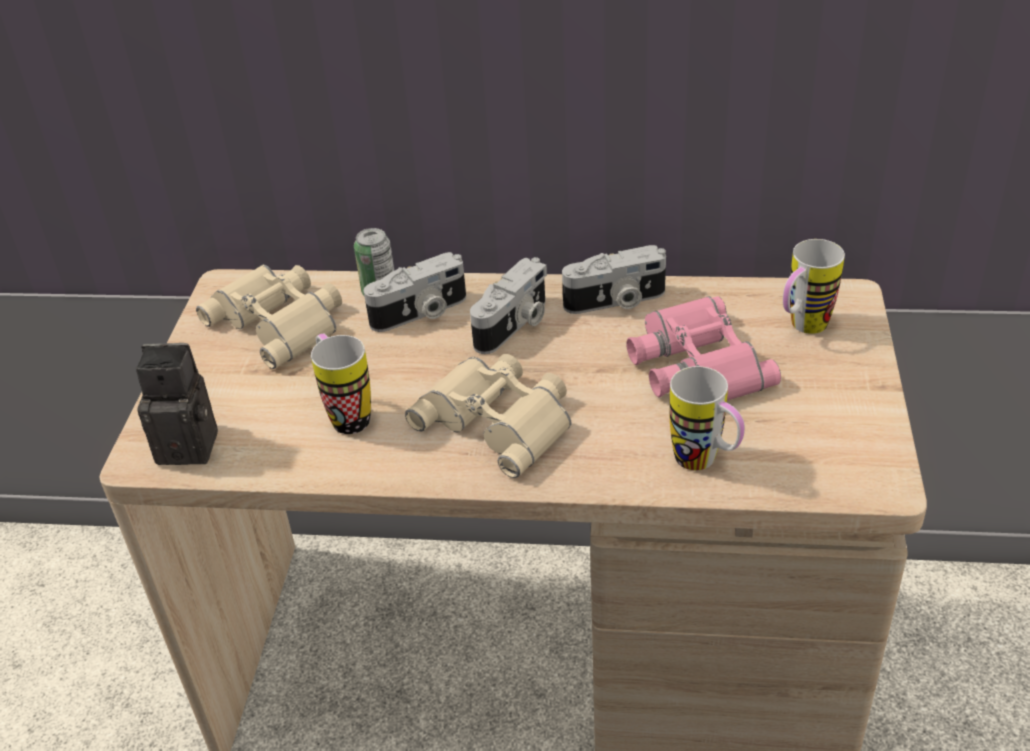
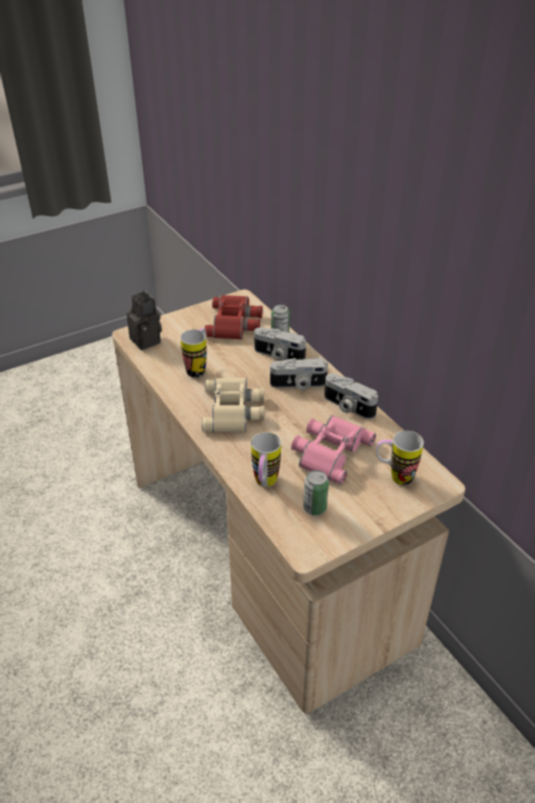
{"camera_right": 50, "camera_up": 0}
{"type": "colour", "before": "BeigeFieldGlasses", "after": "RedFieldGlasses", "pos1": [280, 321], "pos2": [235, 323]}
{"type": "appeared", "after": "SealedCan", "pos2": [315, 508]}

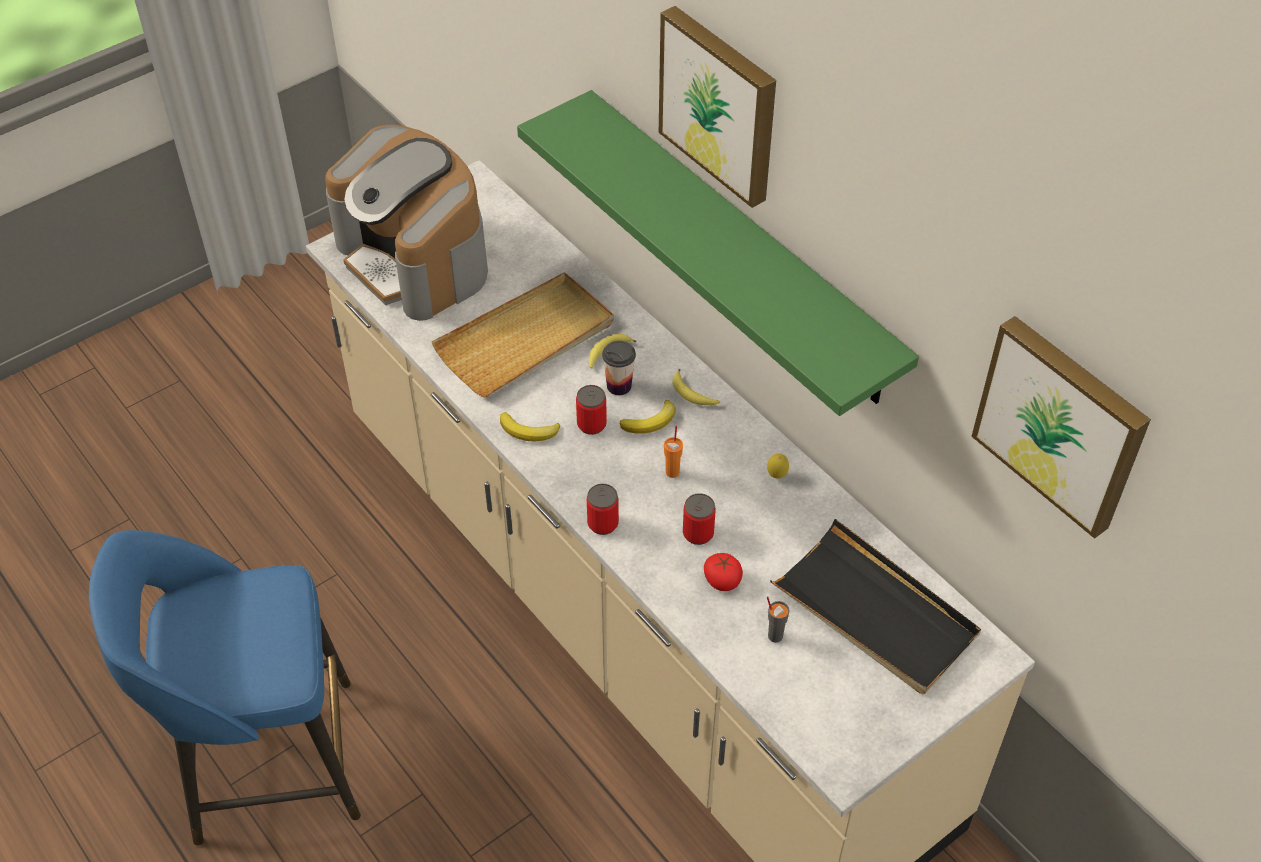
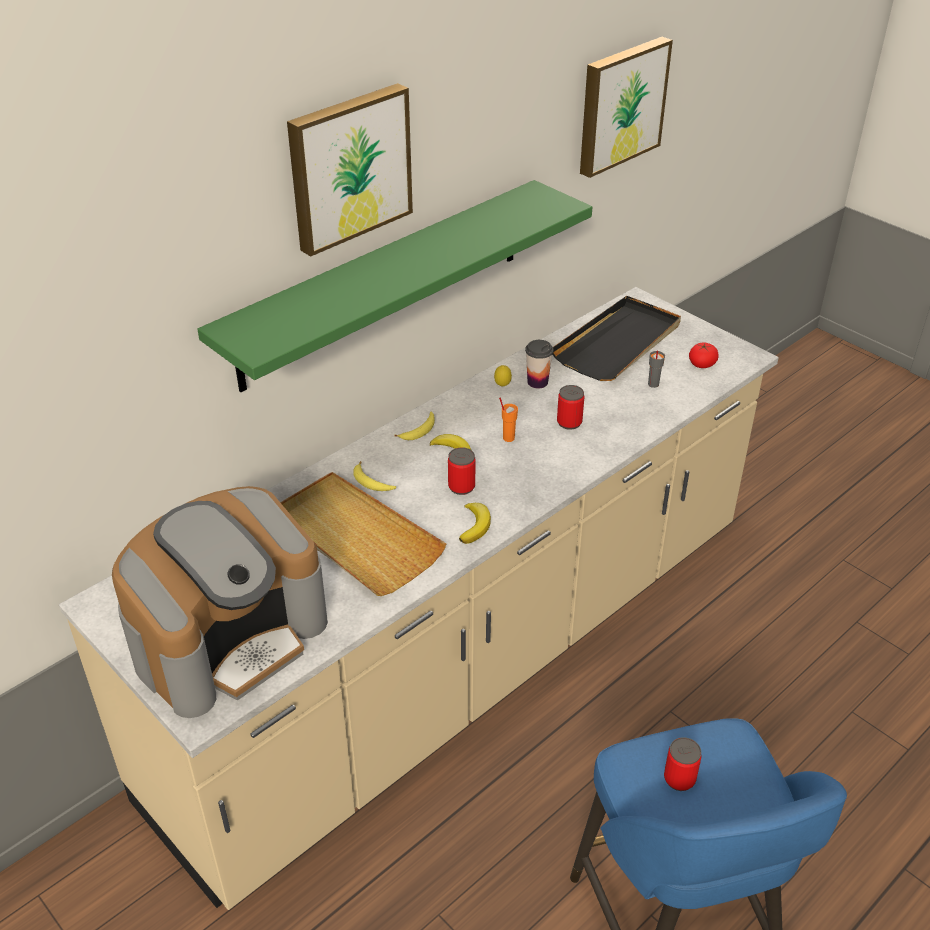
{"camera_right": -95, "camera_up": -10}
{"type": "relocated", "before": "Cup", "pos1": [619, 386], "pos2": [537, 382]}
{"type": "relocated", "before": "SealedCan", "pos1": [603, 523], "pos2": [679, 779]}
{"type": "relocated", "before": "WholeTomato", "pos1": [722, 580], "pos2": [702, 364]}

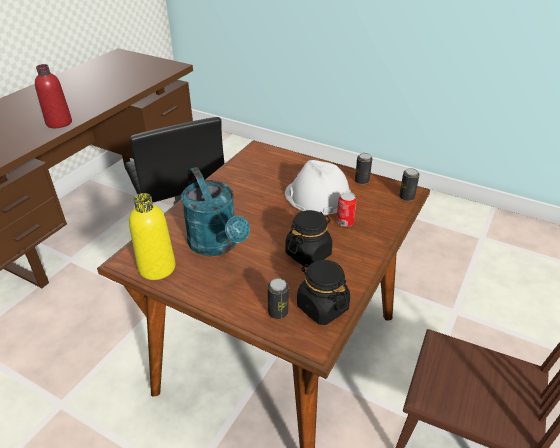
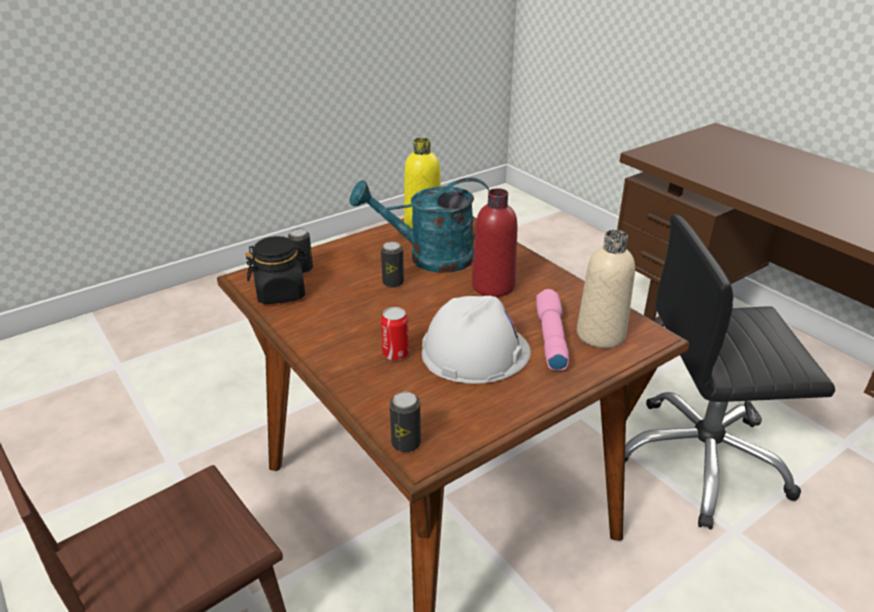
{"camera_right": 115, "camera_up": -5}
{"type": "relocated", "before": "RedBeverageBottle", "pos1": [59, 123], "pos2": [493, 286]}
{"type": "relocated", "before": "SealedCan", "pos1": [361, 181], "pos2": [393, 283]}
{"type": "missing", "before": "BlackPreserveJar", "pos1": [308, 254]}
{"type": "appeared", "after": "BeigeBeverageBottle", "pos2": [600, 335]}
{"type": "appeared", "after": "PinkishTorch", "pos2": [550, 337]}

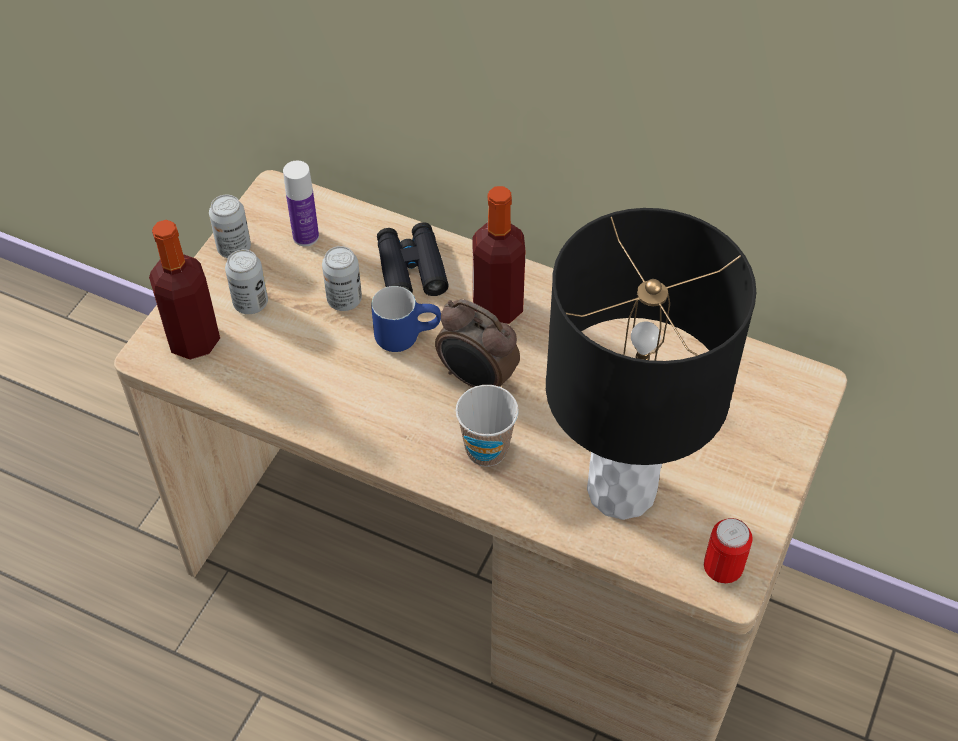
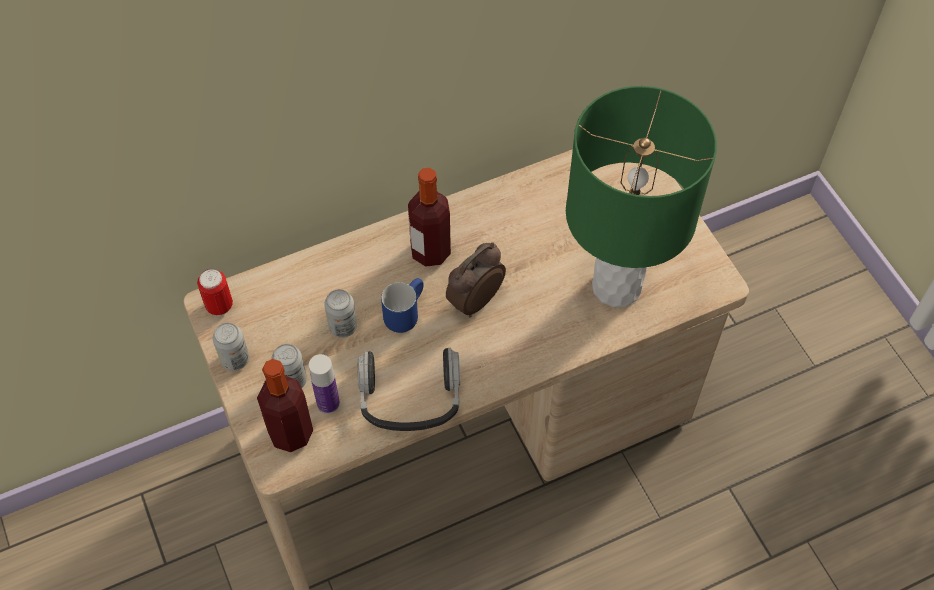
{"camera_right": -50, "camera_up": 5}
{"type": "relocated", "before": "BeverageBottle", "pos1": [306, 236], "pos2": [328, 403]}
{"type": "colour", "before": "BlackTableLamp", "after": "GreenTableLamp", "pos1": [620, 491], "pos2": [616, 287]}
{"type": "missing", "before": "BlackFieldGlasses", "pos1": [411, 268]}
{"type": "spun", "before": "BedsideClock", "pos1": [476, 380], "pos2": [474, 301], "turn": 150}
{"type": "missing", "before": "Cup", "pos1": [486, 450]}
{"type": "relocated", "before": "SealedCan", "pos1": [722, 569], "pos2": [219, 306]}
{"type": "appeared", "after": "Headset", "pos2": [410, 397]}

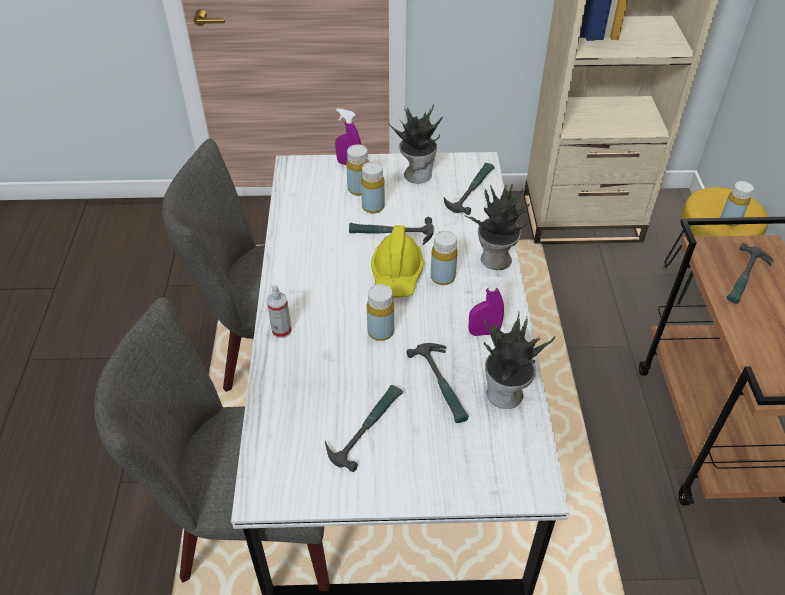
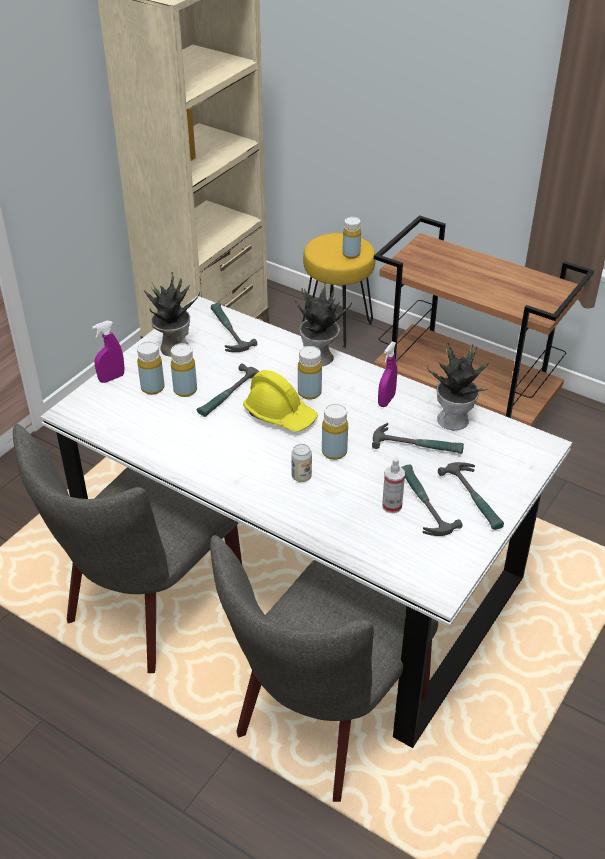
{"camera_right": -55, "camera_up": -5}
{"type": "relocated", "before": "Hammer", "pos1": [745, 278], "pos2": [475, 499]}
{"type": "relocated", "before": "Sprayer", "pos1": [281, 330], "pos2": [392, 506]}
{"type": "appeared", "after": "SealedCan", "pos2": [301, 476]}

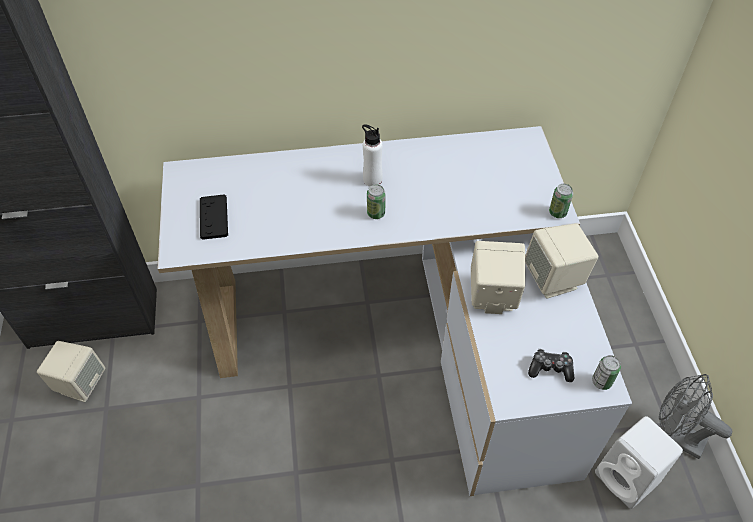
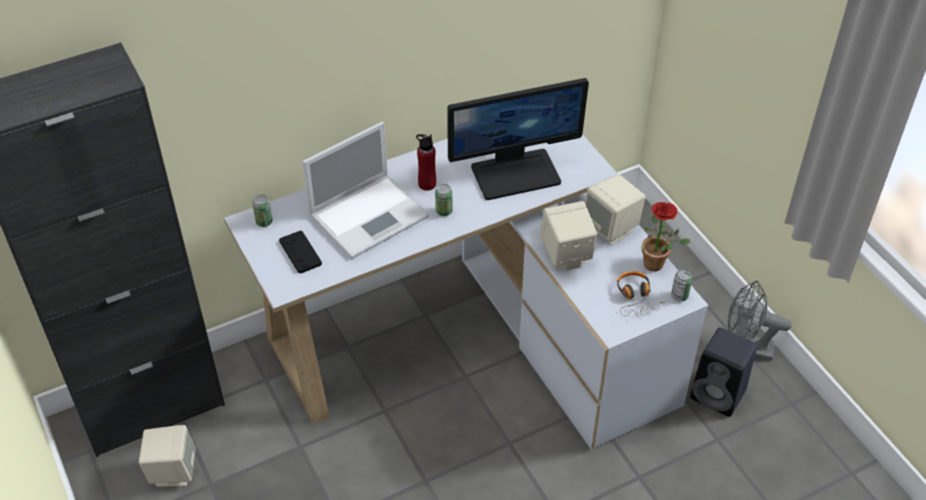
{"camera_right": -20, "camera_up": -5}
{"type": "colour", "before": "WhitishBeverageBottle", "after": "RedBeverageBottle", "pos1": [372, 180], "pos2": [427, 184]}
{"type": "relocated", "before": "SealedCan", "pos1": [557, 212], "pos2": [264, 222]}
{"type": "exchanged", "before": "Gamepad", "after": "Headset", "pos1": [550, 368], "pos2": [636, 298]}
{"type": "colour", "before": "WhitishAudioSpeaker", "after": "BlackAudioSpeaker", "pos1": [628, 479], "pos2": [719, 395]}
{"type": "appeared", "after": "ComputerScreen", "pos2": [515, 173]}
{"type": "appeared", "after": "PortableComputer", "pos2": [370, 215]}
{"type": "appeared", "after": "Houseplant", "pos2": [658, 265]}

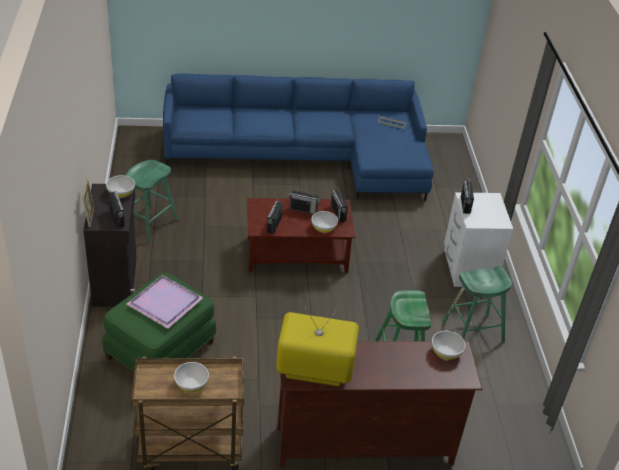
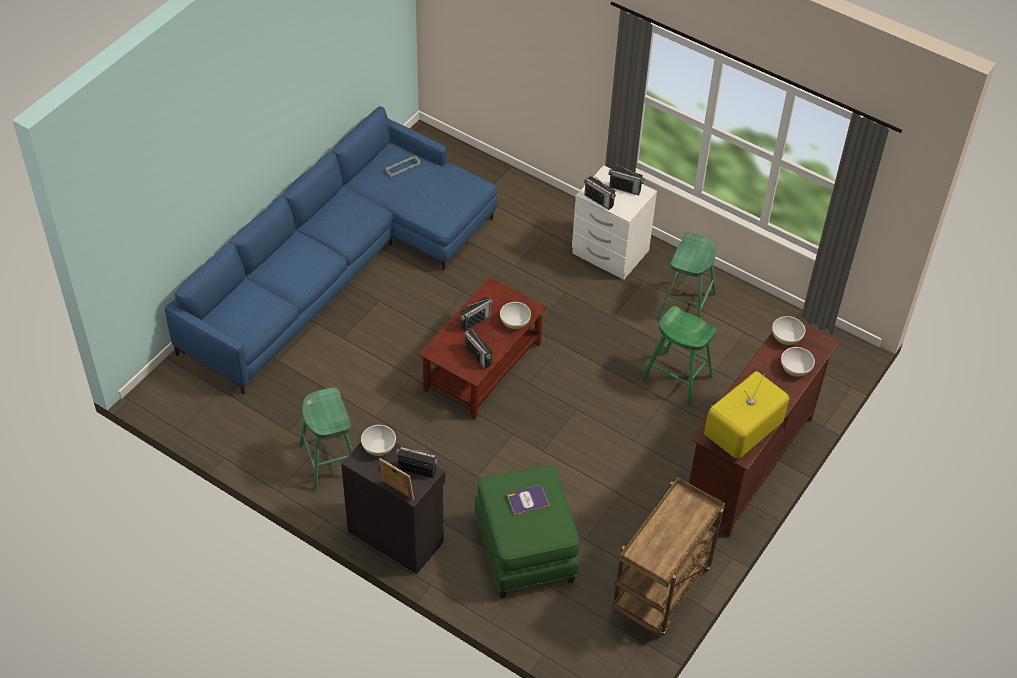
{"camera_right": -50, "camera_up": 10}
{"type": "relocated", "before": "Radio", "pos1": [338, 213], "pos2": [625, 188]}
{"type": "exchanged", "before": "PurpleCarryingTray", "after": "BoundBook", "pos1": [165, 301], "pos2": [528, 500]}
{"type": "relocated", "before": "WhitishBowl", "pos1": [191, 384], "pos2": [795, 368]}

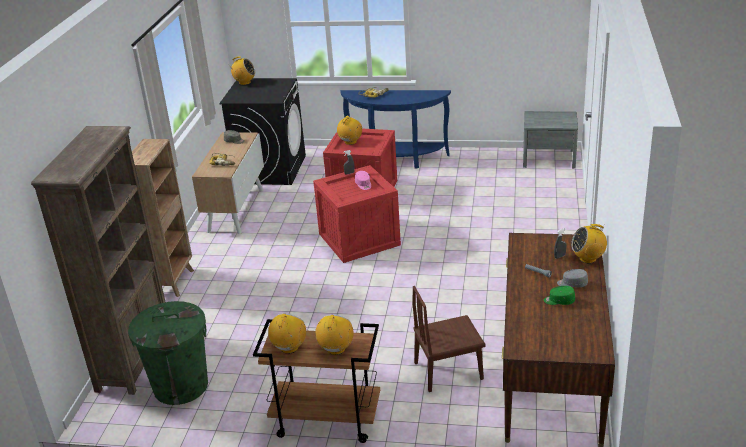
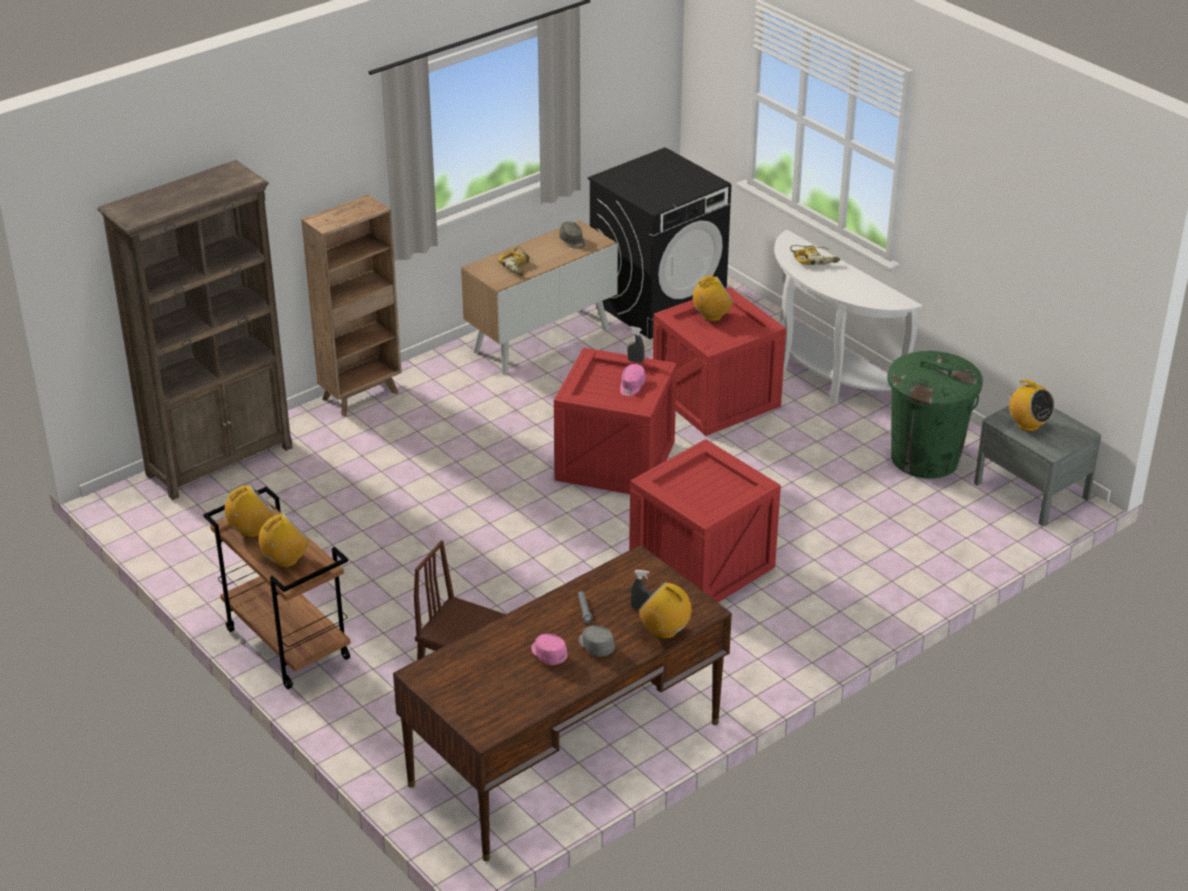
{"camera_right": 40, "camera_up": 5}
{"type": "relocated", "before": "Radio", "pos1": [244, 82], "pos2": [1028, 425]}
{"type": "colour", "before": "BlueColouredConsoleTable", "after": "WhitishConsoleTable", "pos1": [396, 160], "pos2": [825, 376]}
{"type": "colour", "before": "GreenCap", "after": "PinkishCap", "pos1": [559, 301], "pos2": [548, 654]}
{"type": "relocated", "before": "GreenWasteBin", "pos1": [180, 386], "pos2": [925, 457]}
{"type": "appeared", "after": "Crate", "pos2": [702, 566]}

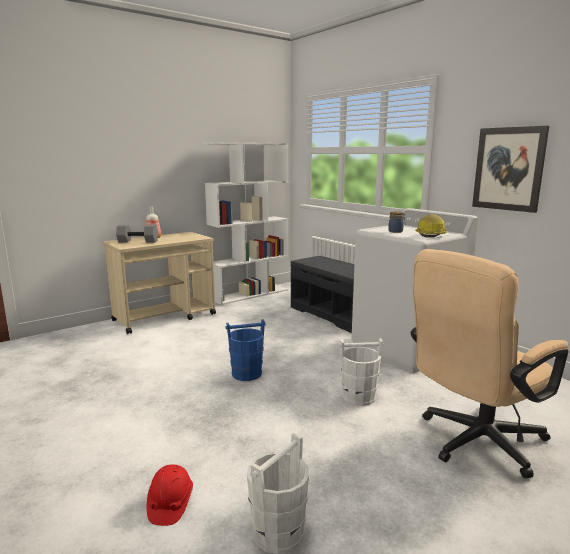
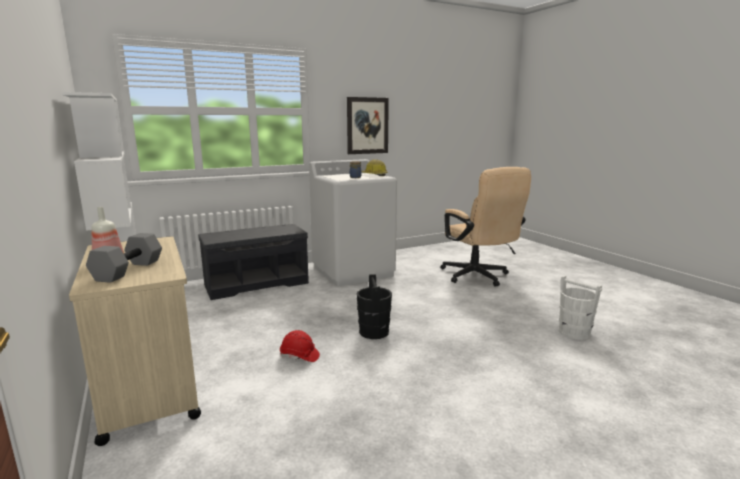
{"camera_right": -80, "camera_up": 0}
{"type": "colour", "before": "BlueColouredBucket", "after": "BlackBucket", "pos1": [247, 373], "pos2": [374, 332]}
{"type": "missing", "before": "WhitishBucket", "pos1": [359, 397]}
{"type": "relocated", "before": "RedSafetyHelmet", "pos1": [170, 504], "pos2": [299, 356]}

